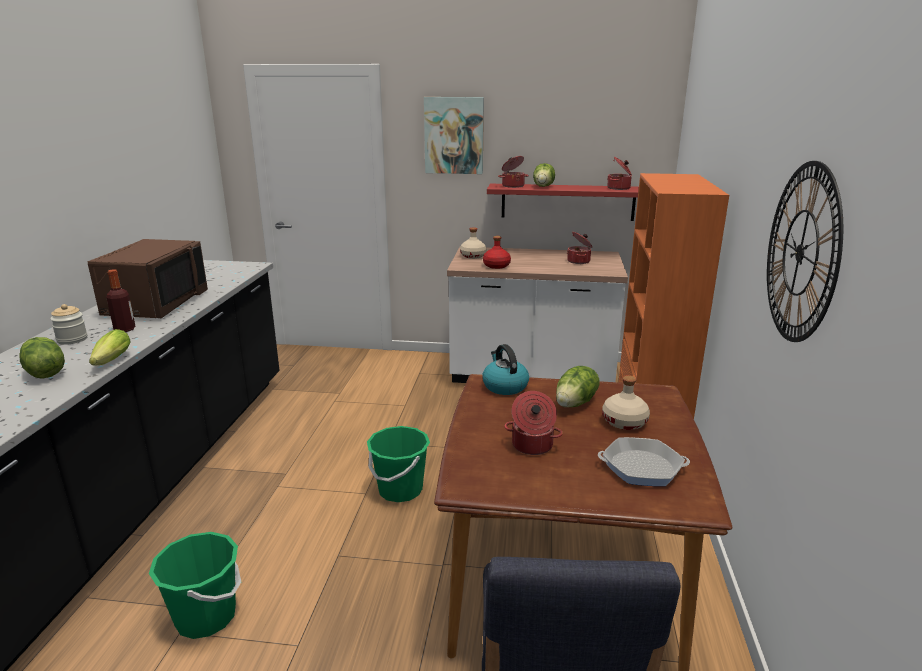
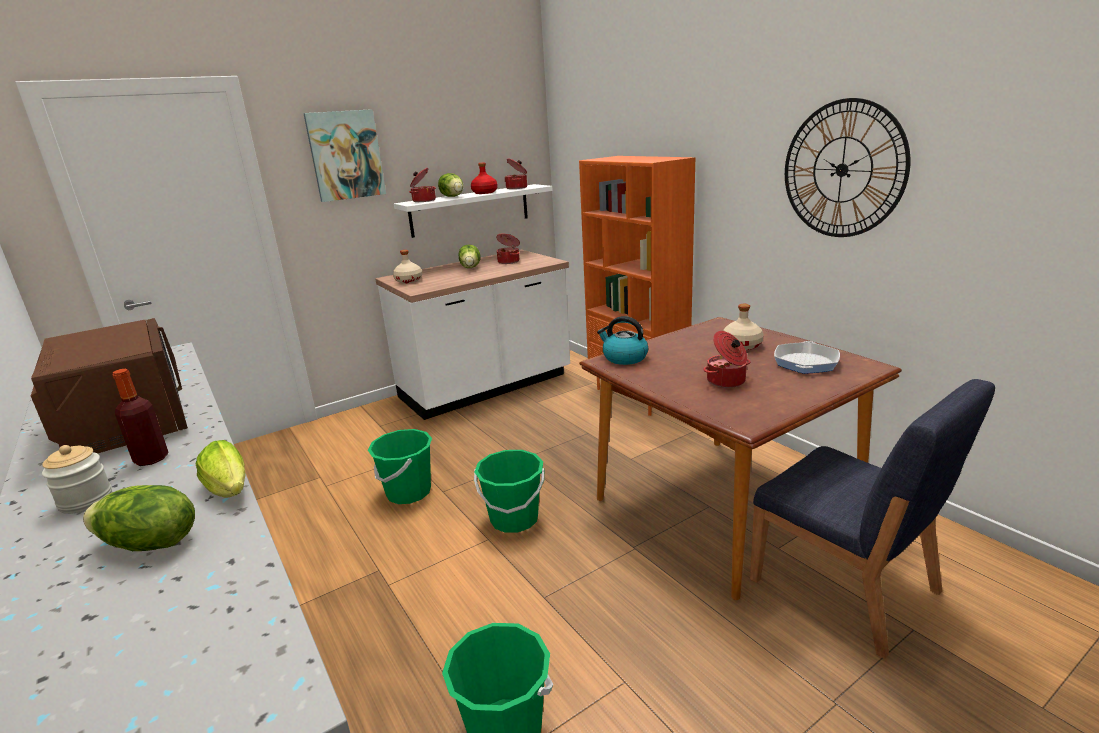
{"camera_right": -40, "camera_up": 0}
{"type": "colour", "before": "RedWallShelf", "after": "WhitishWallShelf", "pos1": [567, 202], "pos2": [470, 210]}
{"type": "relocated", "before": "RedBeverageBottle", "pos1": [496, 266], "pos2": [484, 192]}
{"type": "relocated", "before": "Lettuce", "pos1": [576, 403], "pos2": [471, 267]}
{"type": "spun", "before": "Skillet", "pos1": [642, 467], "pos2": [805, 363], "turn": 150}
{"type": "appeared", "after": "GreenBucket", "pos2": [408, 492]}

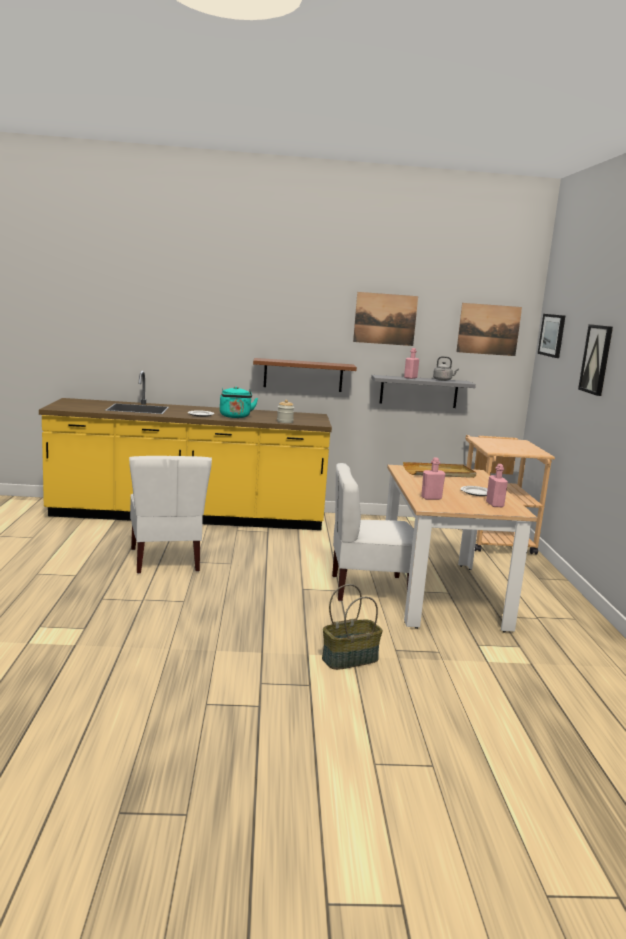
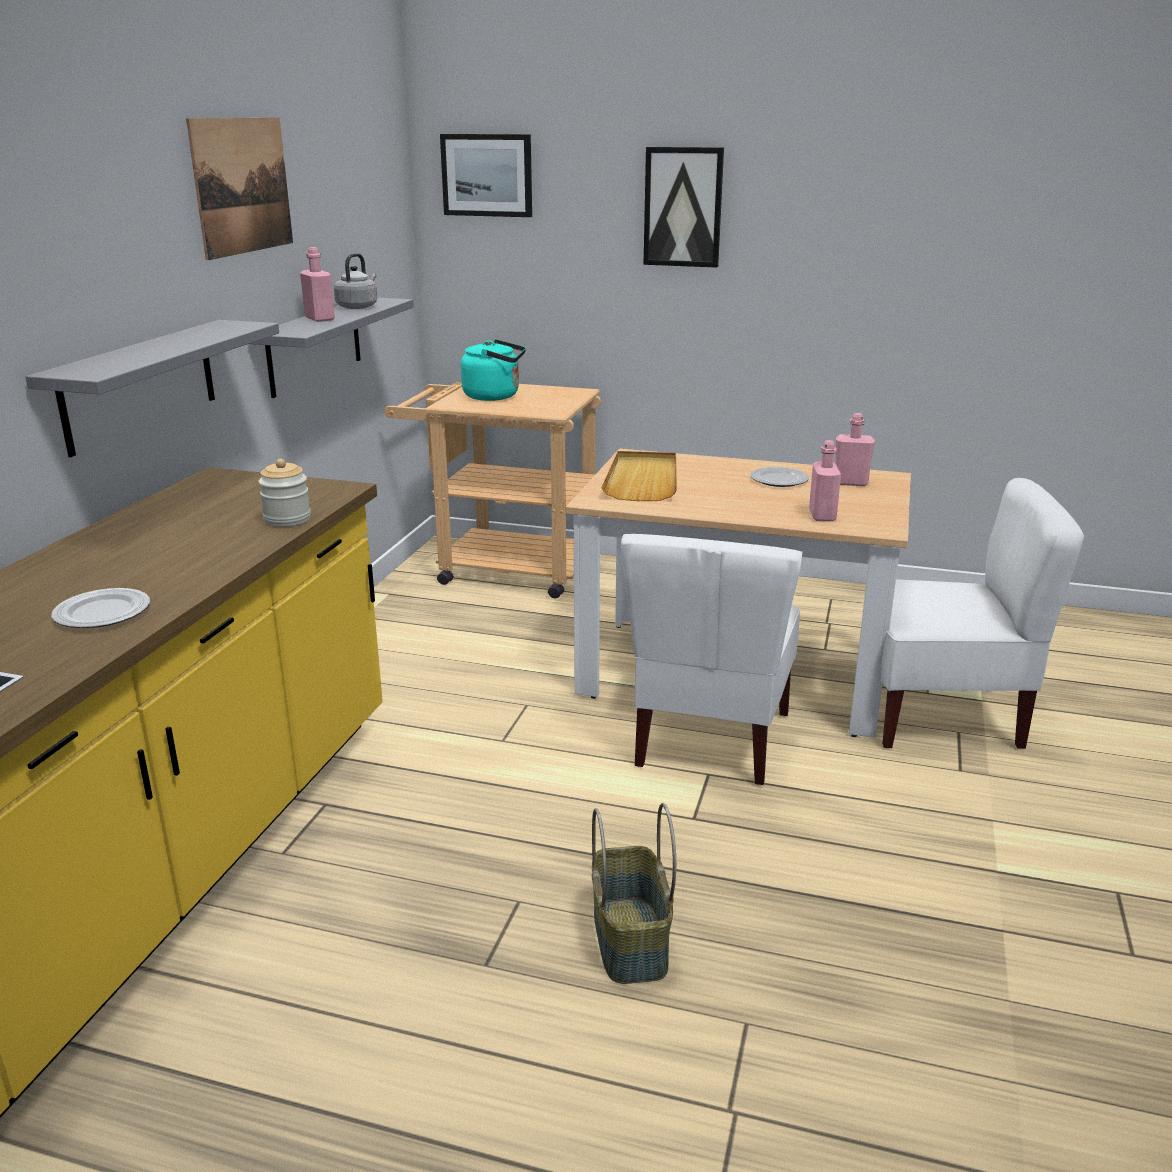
{"camera_right": -70, "camera_up": 10}
{"type": "missing", "before": "WallArt", "pos1": [488, 329]}
{"type": "colour", "before": "BrownWallShelf", "after": "GrayWallShelf", "pos1": [303, 375], "pos2": [140, 385]}
{"type": "relocated", "before": "TurquoiseTeaKettle", "pos1": [235, 417], "pos2": [495, 396]}
{"type": "relocated", "before": "WhitishPlainChair", "pos1": [166, 560], "pos2": [940, 715]}
{"type": "relocated", "before": "Basket", "pos1": [350, 658], "pos2": [628, 940]}

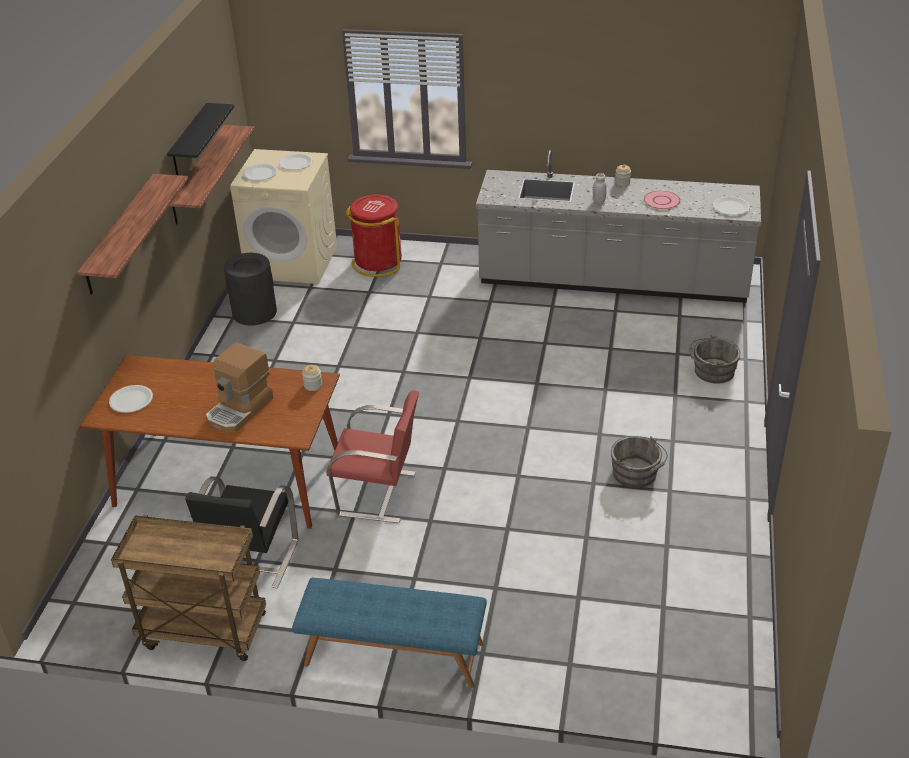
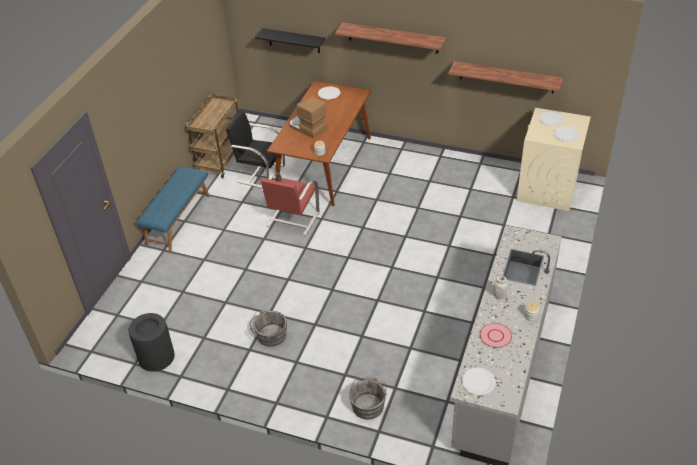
{"camera_right": 100, "camera_up": 5}
{"type": "relocated", "before": "BlackWallShelf", "pos1": [189, 141], "pos2": [294, 40]}
{"type": "missing", "before": "RedWasteBin", "pos1": [377, 262]}
{"type": "relocated", "before": "BlackWasteBin", "pos1": [254, 312], "pos2": [156, 357]}

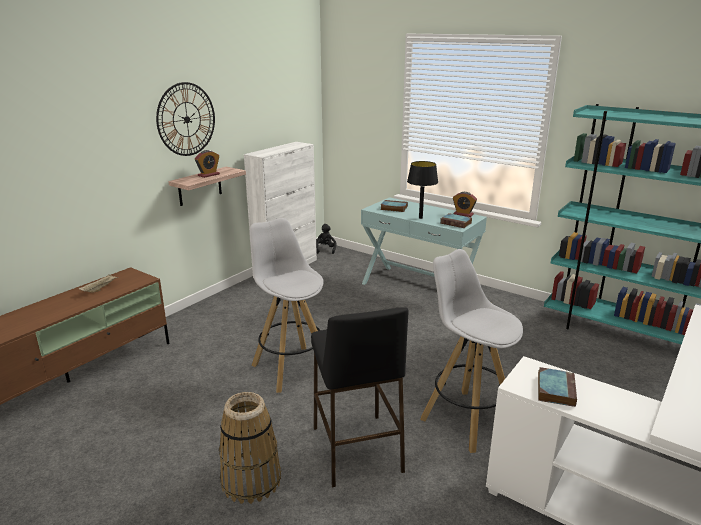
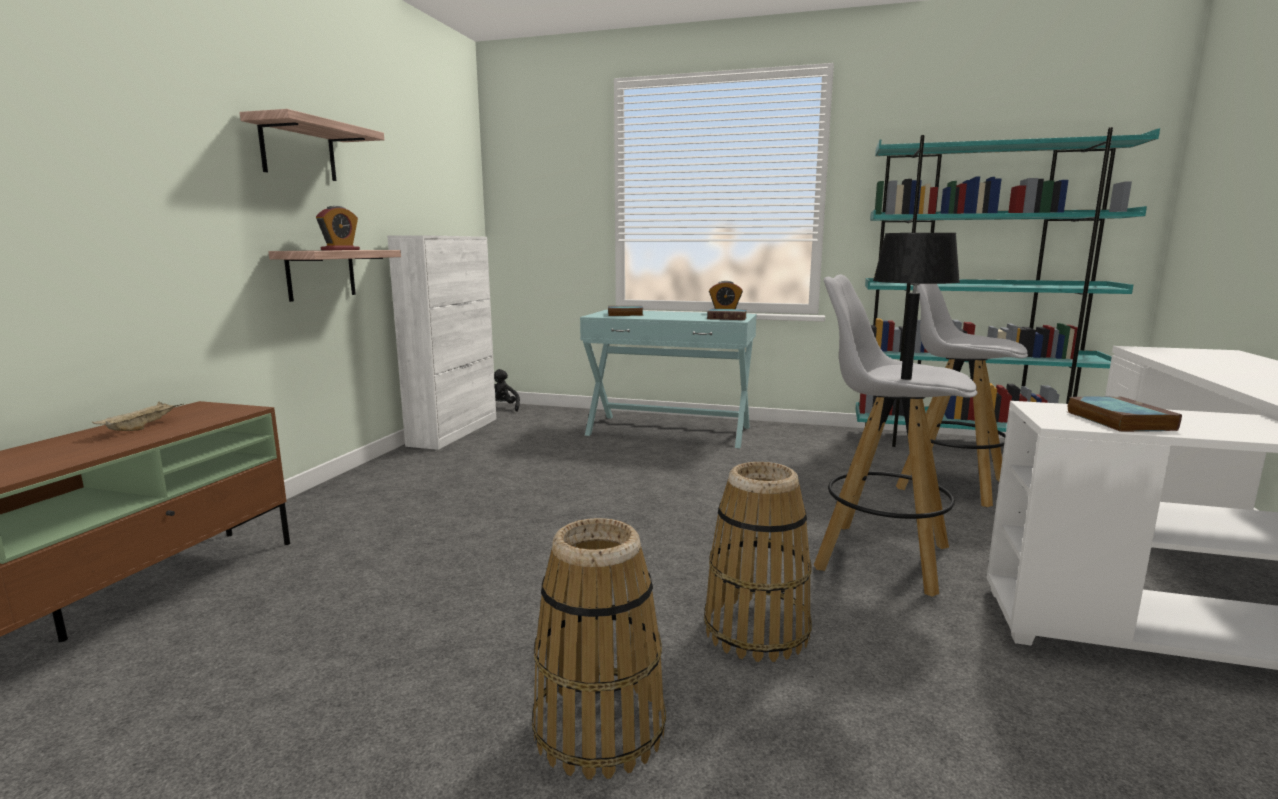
{"camera_right": -20, "camera_up": -10}
{"type": "exchanged", "before": "ClockOnTheWall", "after": "WallShelf", "pos1": [186, 119], "pos2": [298, 150]}
{"type": "relocated", "before": "BlackTableLamp", "pos1": [420, 218], "pos2": [906, 378]}
{"type": "relocated", "before": "WhitishStoolSeat", "pos1": [291, 368], "pos2": [948, 484]}
{"type": "exchanged", "before": "BlackStoolSeat", "after": "Basket", "pos1": [357, 449], "pos2": [756, 630]}

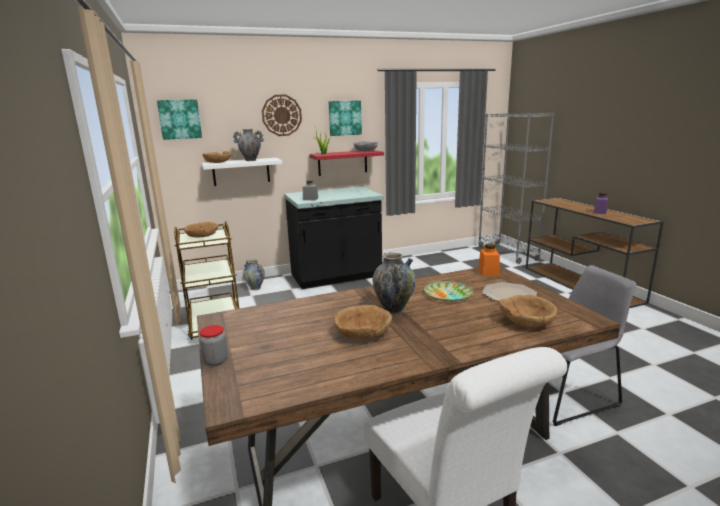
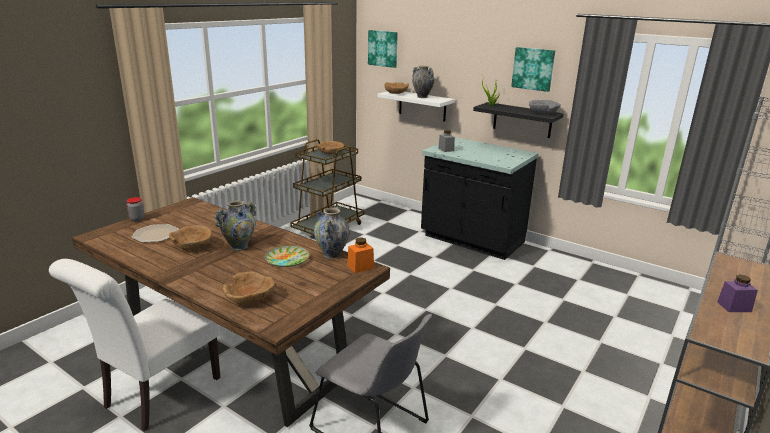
{"camera_right": 55, "camera_up": 5}
{"type": "missing", "before": "ClockOnTheWall", "pos1": [281, 115]}
{"type": "colour", "before": "RedWallShelf", "after": "BlackWallShelf", "pos1": [342, 162], "pos2": [522, 120]}
{"type": "relocated", "before": "DecorativeVase", "pos1": [255, 288], "pos2": [332, 255]}
{"type": "relocated", "before": "Plate", "pos1": [508, 294], "pos2": [156, 234]}

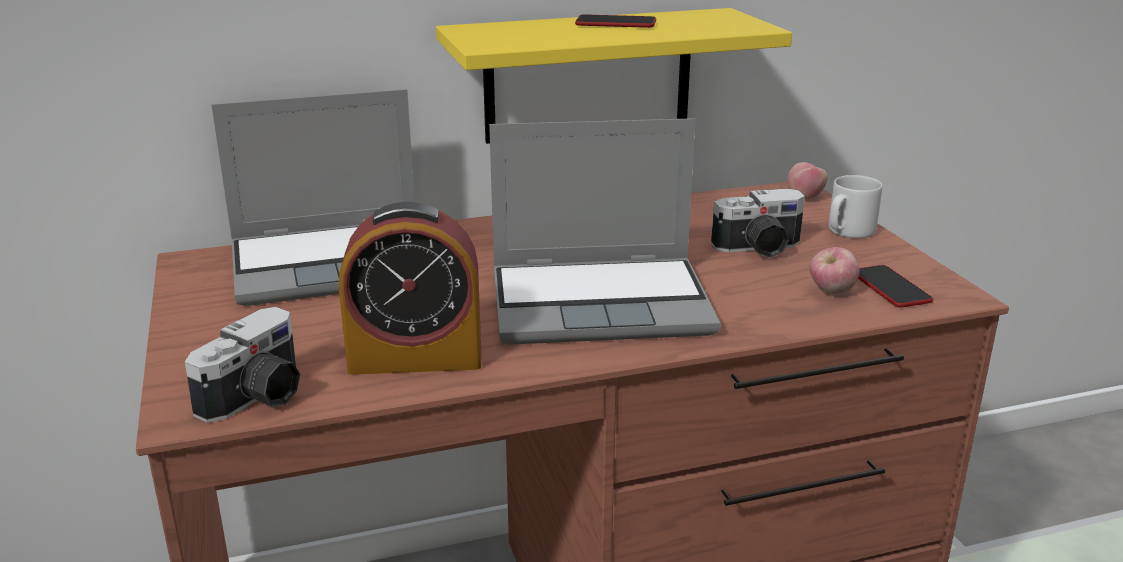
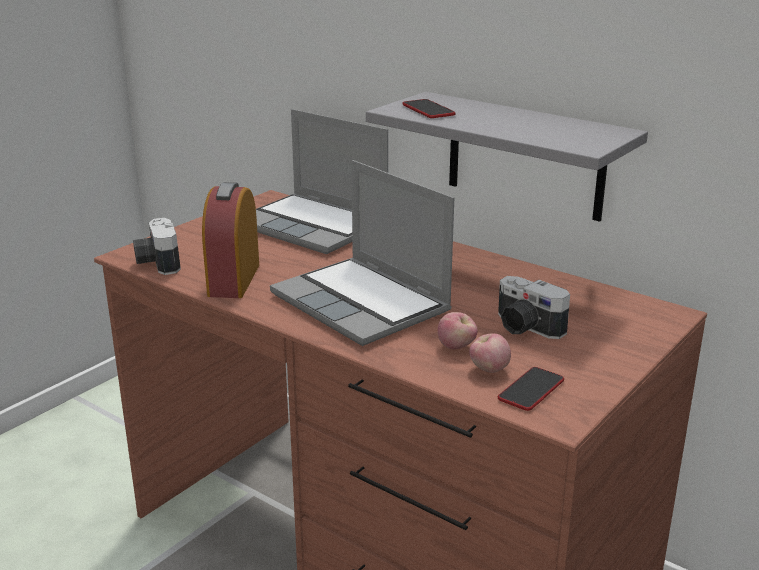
{"camera_right": 55, "camera_up": 0}
{"type": "colour", "before": "YellowWallShelf", "after": "GrayWallShelf", "pos1": [588, 76], "pos2": [525, 156]}
{"type": "relocated", "before": "Telephone", "pos1": [616, 23], "pos2": [428, 110]}
{"type": "relocated", "before": "AppleFruit", "pos1": [805, 197], "pos2": [456, 347]}
{"type": "missing", "before": "GrayCoffeeMug", "pos1": [847, 231]}
{"type": "spun", "before": "BedsideClock", "pos1": [415, 357], "pos2": [234, 280], "turn": 45}
{"type": "spun", "before": "StillCamera", "pos1": [259, 397], "pos2": [157, 262], "turn": 75}

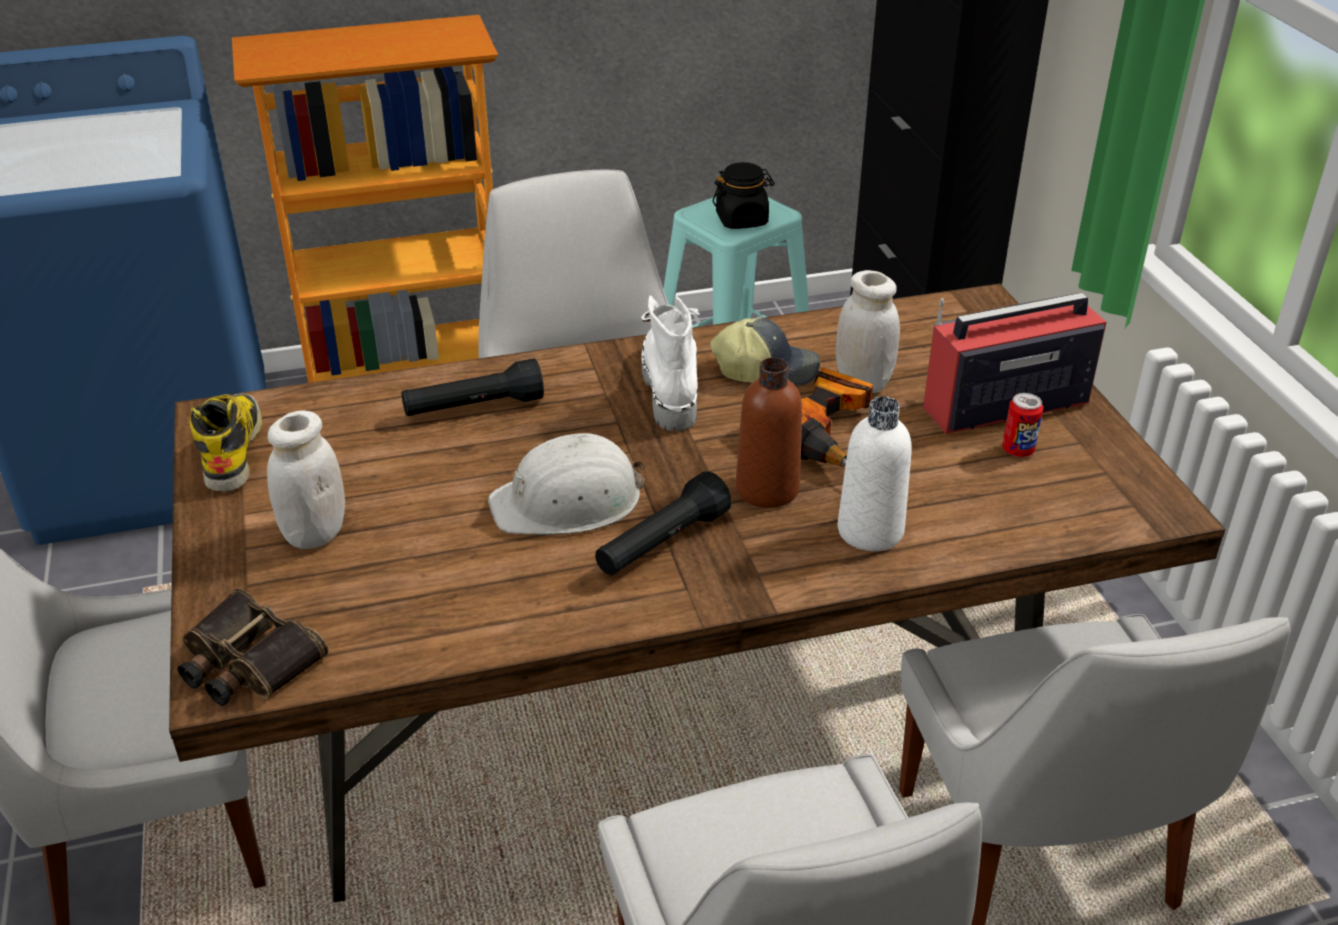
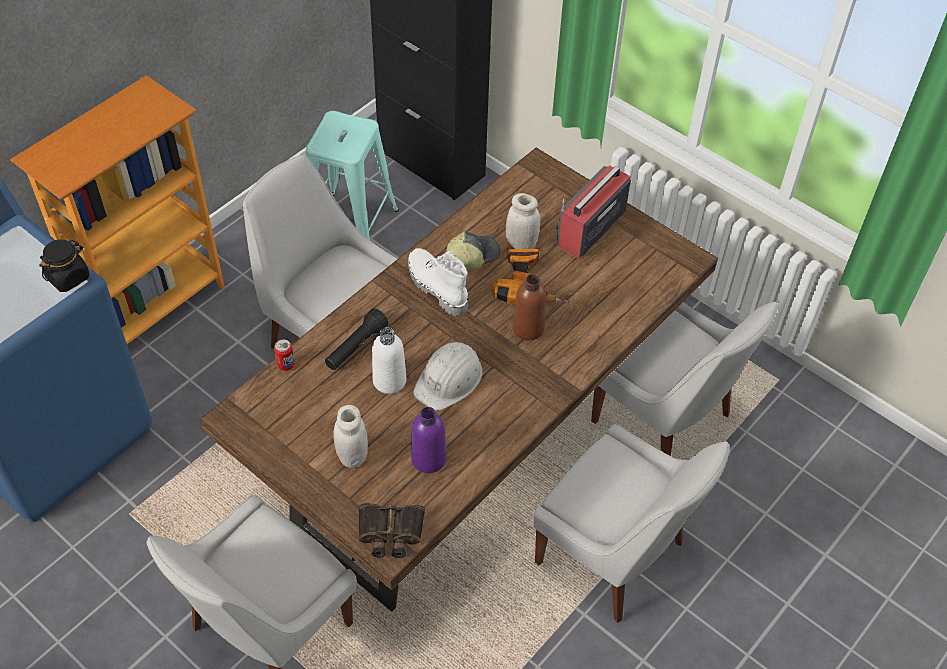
{"camera_right": -35, "camera_up": 15}
{"type": "relocated", "before": "BlackPreserveJar", "pos1": [742, 220], "pos2": [68, 277]}
{"type": "missing", "before": "TallBoot", "pos1": [233, 449]}
{"type": "relocated", "before": "SealedCan", "pos1": [1018, 450], "pos2": [286, 365]}
{"type": "relocated", "before": "WhitishBeverageBottle", "pos1": [870, 531], "pos2": [389, 380]}
{"type": "missing", "before": "BlackTorch", "pos1": [661, 544]}
{"type": "appeared", "after": "PurpleBeverageBottle", "pos2": [428, 459]}

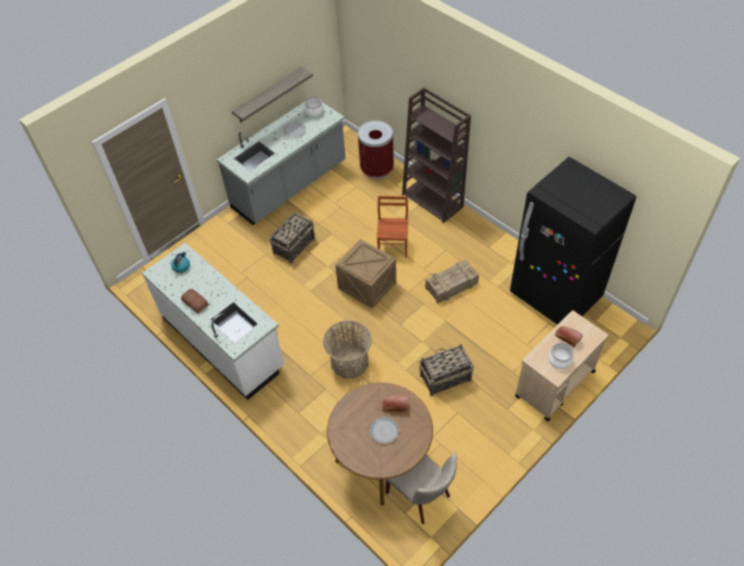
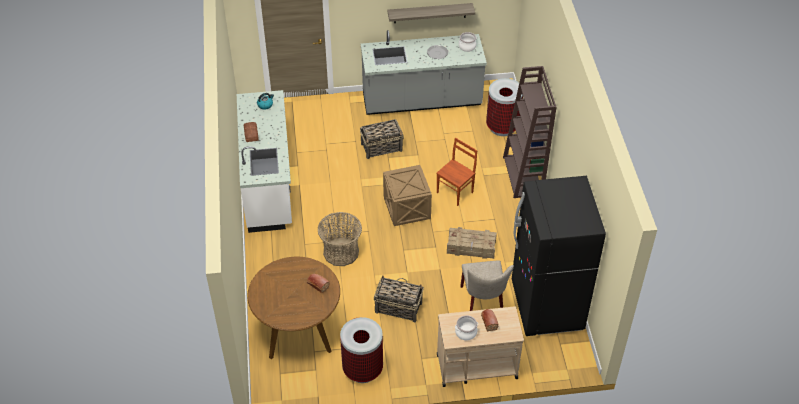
{"camera_right": 35, "camera_up": -5}
{"type": "missing", "before": "Plate", "pos1": [384, 431]}
{"type": "relocated", "before": "BeigePlainChair", "pos1": [421, 496], "pos2": [483, 303]}
{"type": "appeared", "after": "WasteBin", "pos2": [363, 369]}

